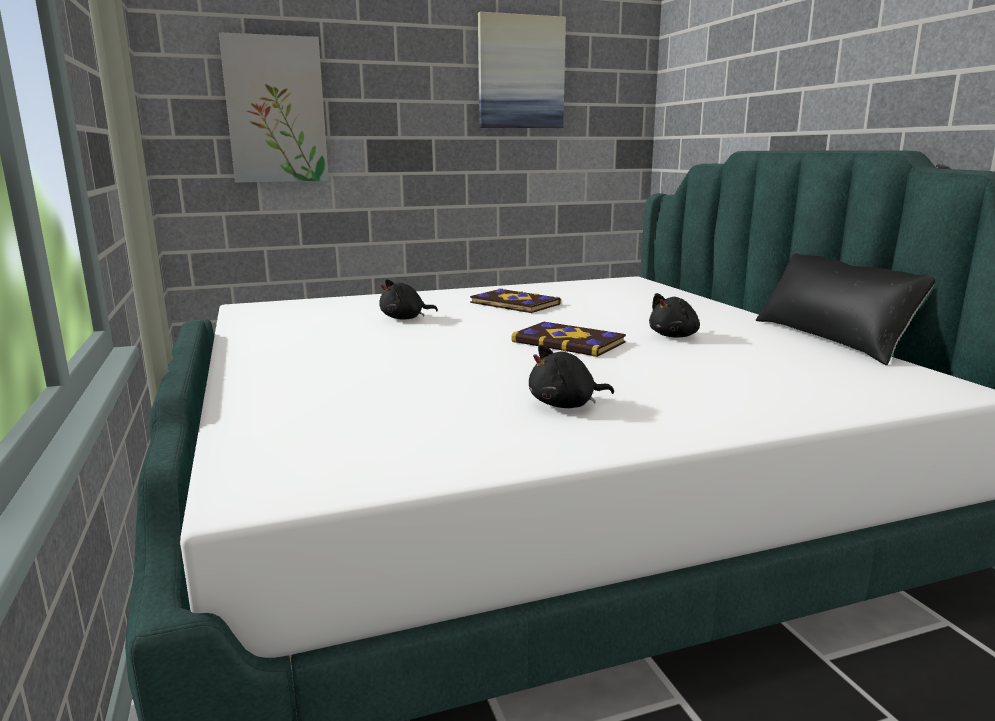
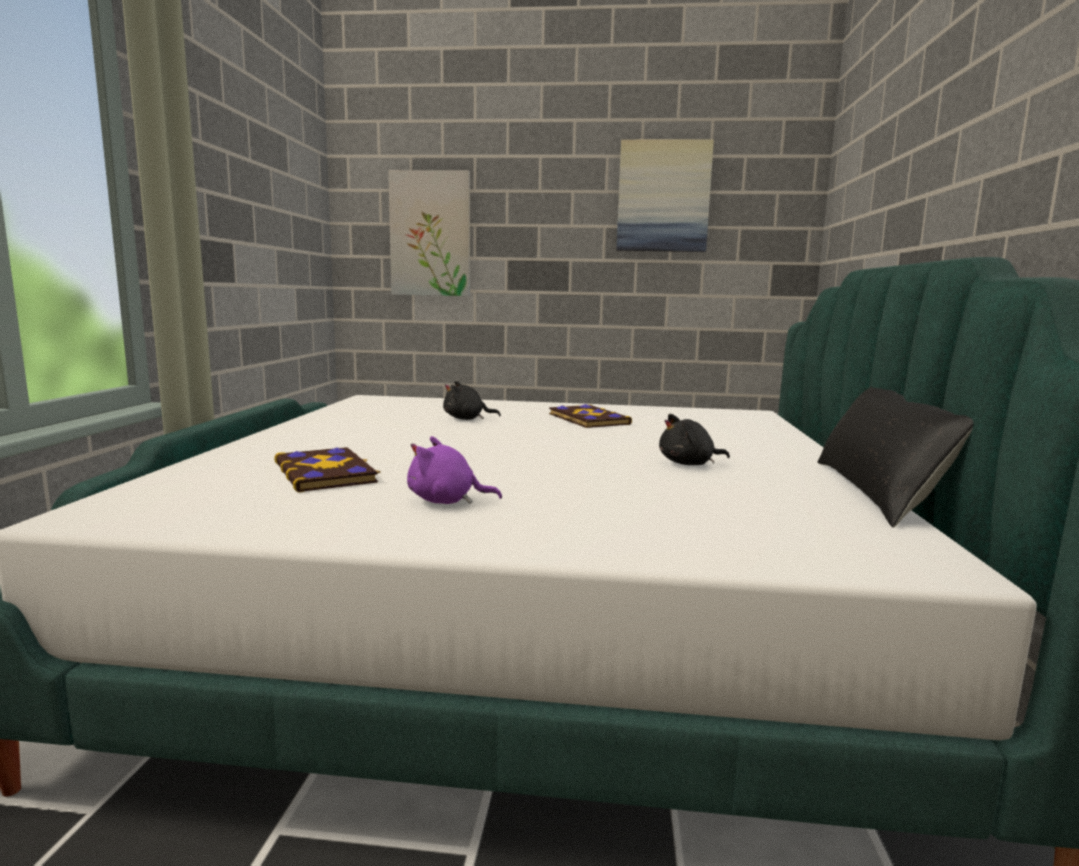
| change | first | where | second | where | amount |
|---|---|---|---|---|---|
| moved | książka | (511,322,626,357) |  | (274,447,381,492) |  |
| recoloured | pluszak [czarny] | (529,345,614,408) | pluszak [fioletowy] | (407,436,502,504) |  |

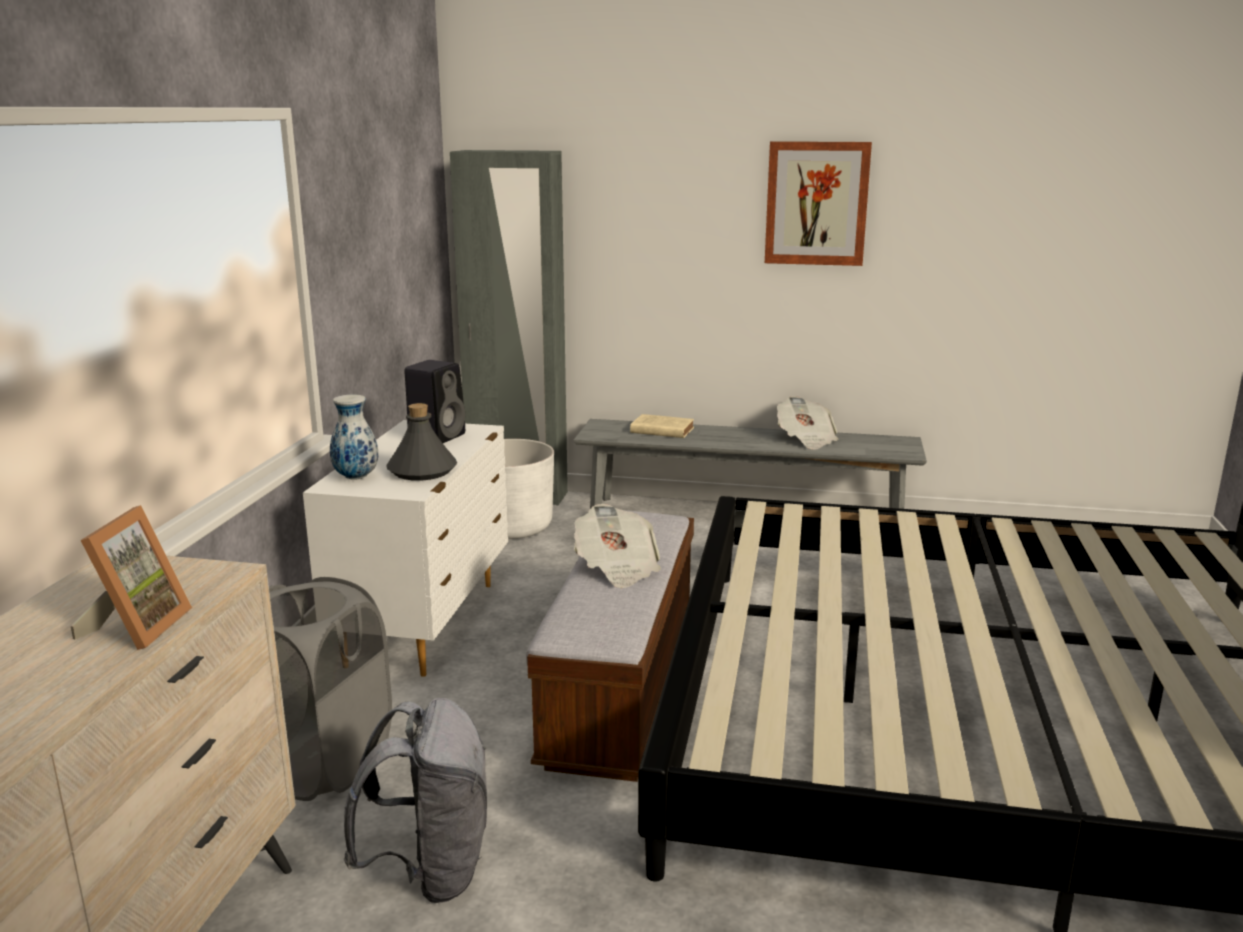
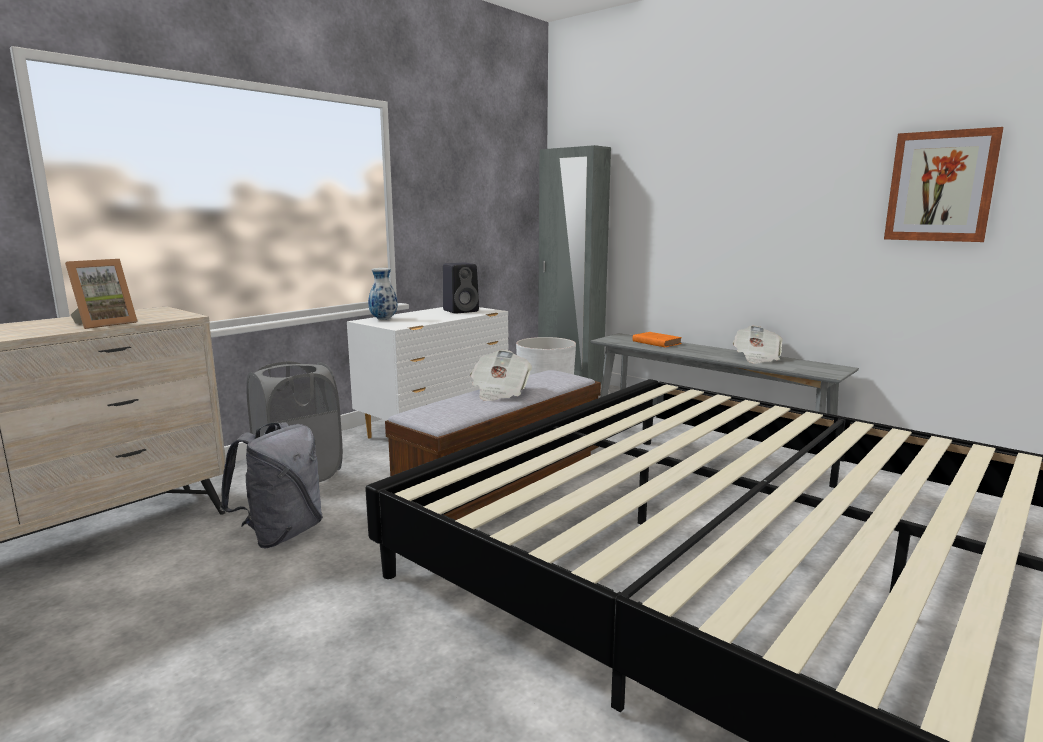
| change | first | where | second | where | amount |
|---|---|---|---|---|---|
| moved | obraz | (765,141,872,266) |  | (884,127,1004,242) |  |
| removed | butelka [szary] | (386,403,457,481) |  |  |  |
| recoloured | książka [beżowy] | (630,414,694,438) | książka [pomarańczowy] | (632,332,682,347) |  |

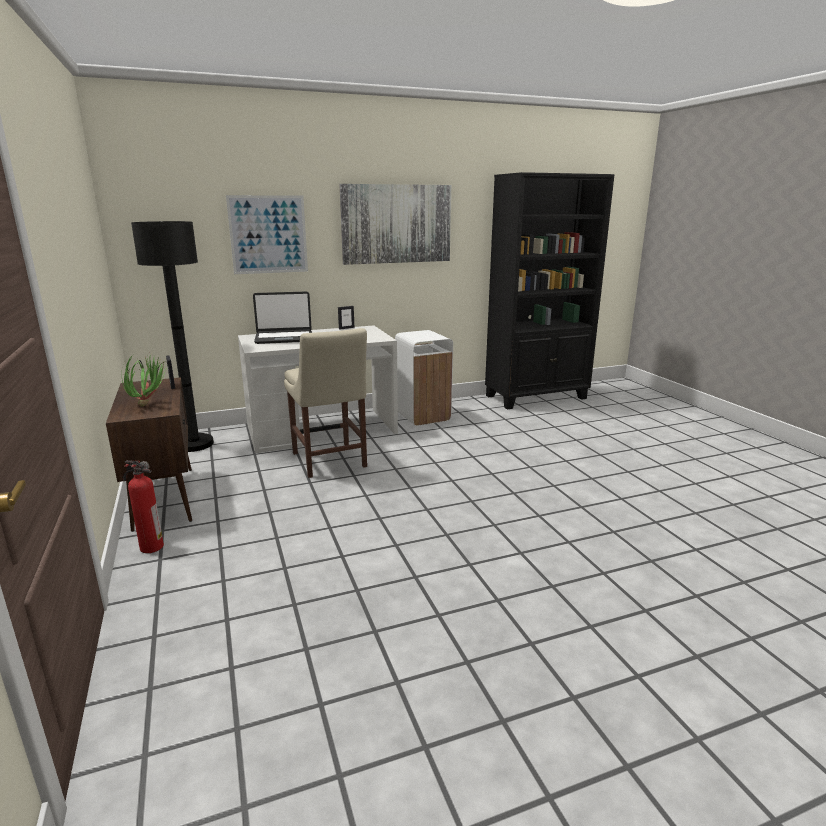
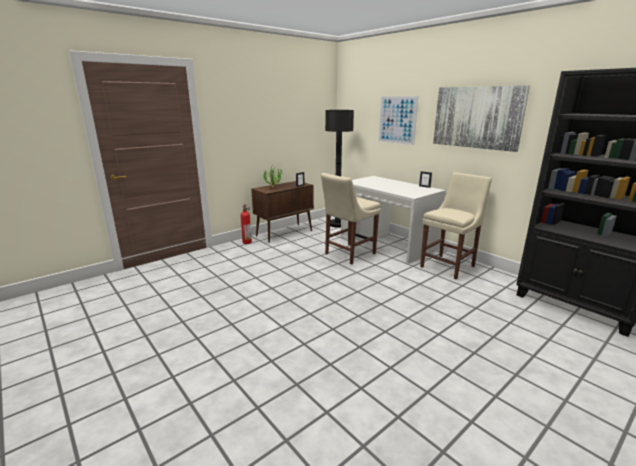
| change | first | where | second | where | amount |
|---|---|---|---|---|---|
| removed | laptop | (253,291,312,344) |  |  |  |
| replaced | kosz na śmieci [biały] | (395,330,453,426) | krzesło [beżowy] | (420,172,492,280) |  |

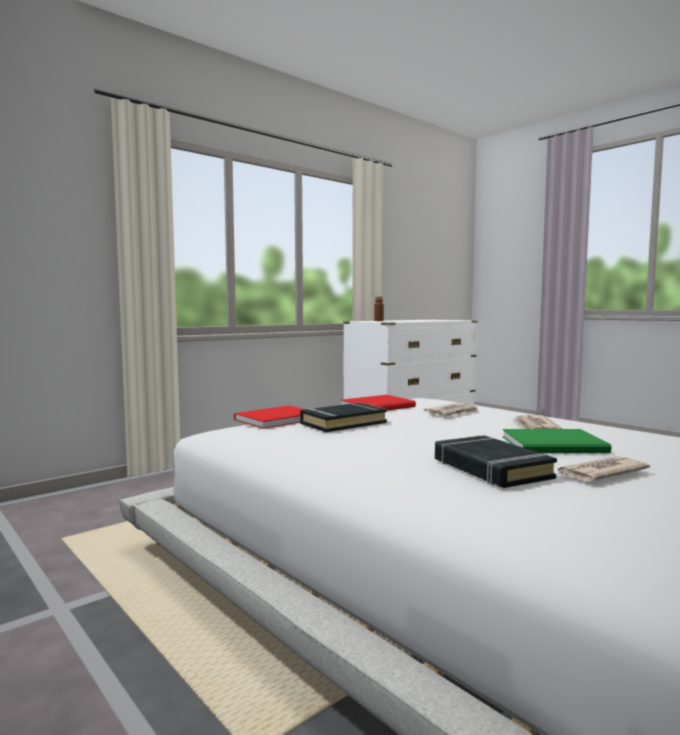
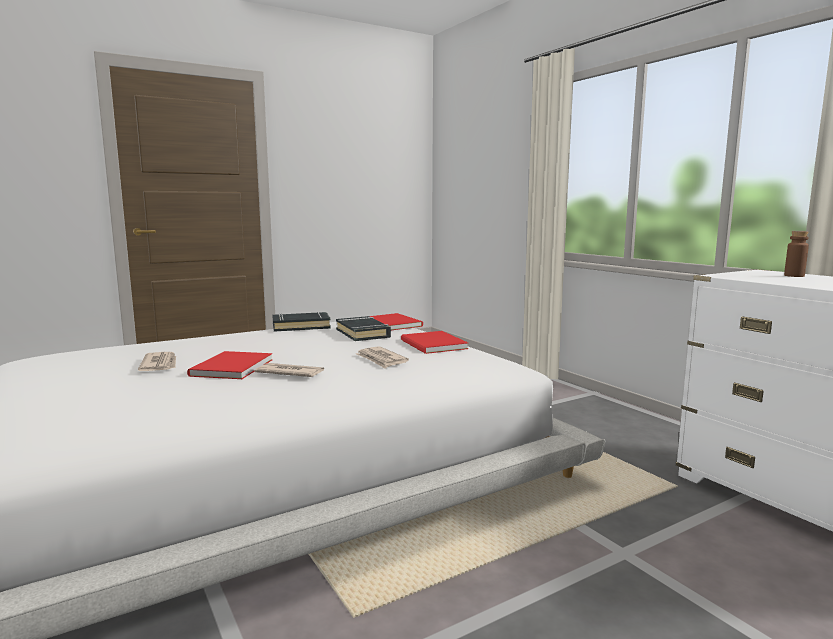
| change | first | where | second | where | amount |
|---|---|---|---|---|---|
| recoloured | książka [zielony] | (503,429,611,453) | książka [czerwony] | (187,351,272,379) |  |
| moved | książka [czarny] | (435,435,557,488) |  | (272,312,331,332) |  |

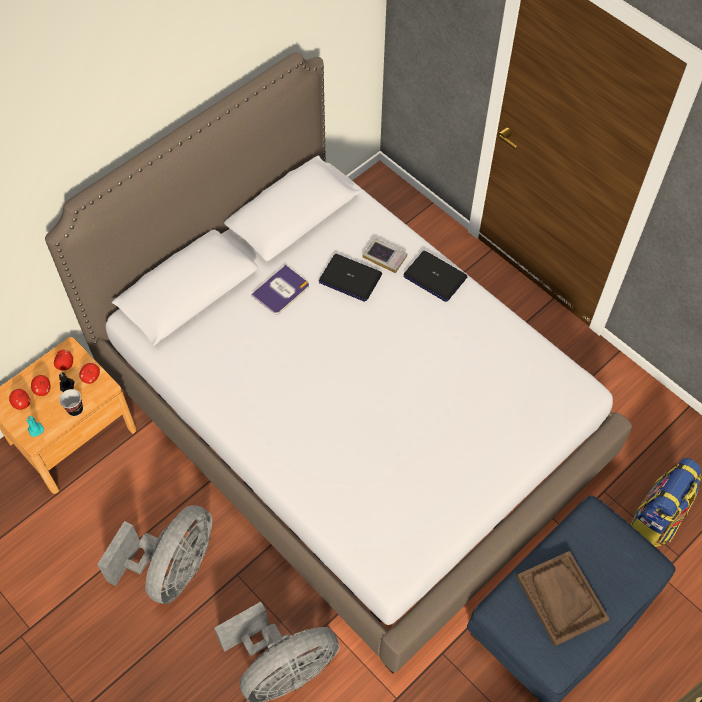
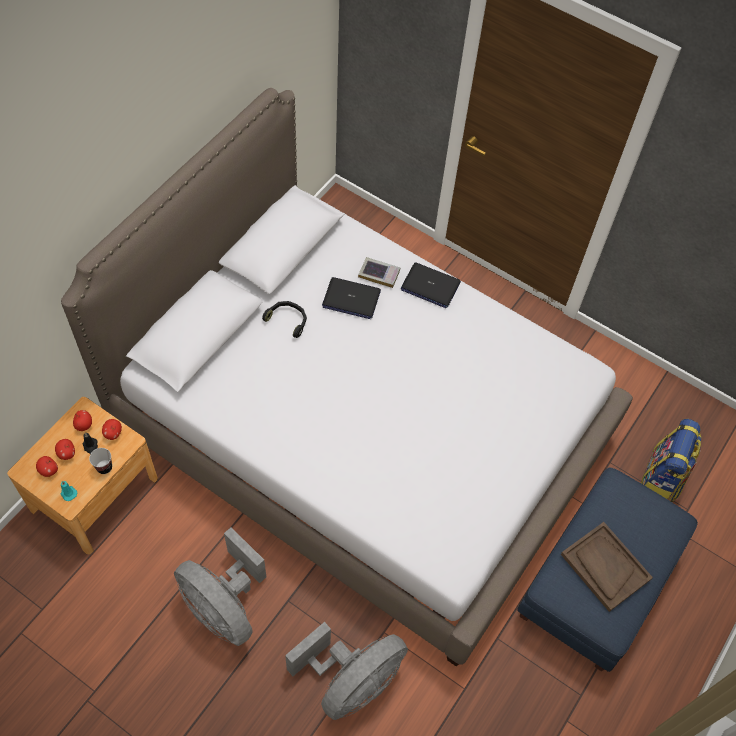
| change | first | where | second | where | amount |
|---|---|---|---|---|---|
| replaced | książka | (251,265,309,314) | słuchawki [czarny] | (262,301,307,338) |  |
| turned | wentylator [szary] | (97,505,212,604) |  | (174,527,266,646) | 120 degrees clockwise |

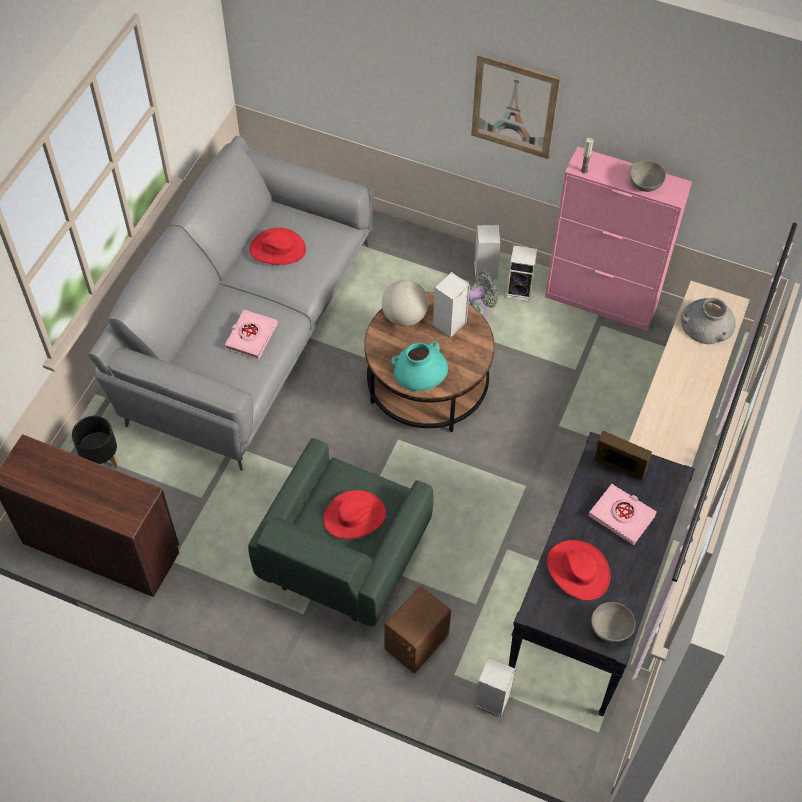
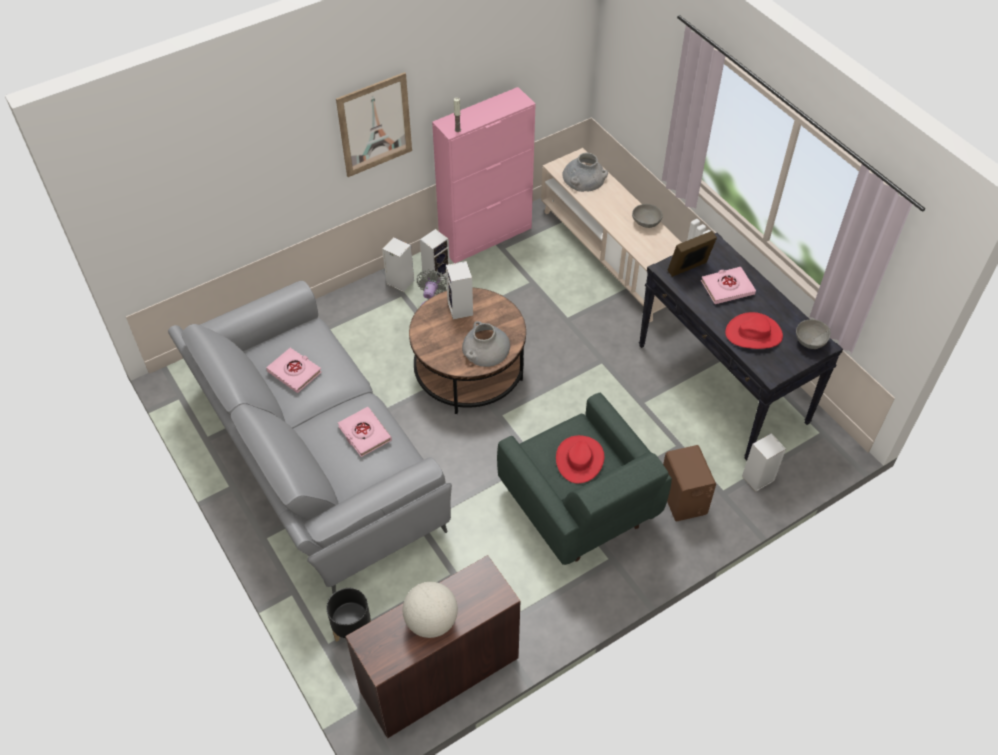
| change | first | where | second | where | amount |
|---|---|---|---|---|---|
| moved | miska [szary] | (630,160,666,192) |  | (632,204,663,228) |  |
| replaced | kapelusz [czerwony] | (249,228,306,265) | książka [różowy] | (266,348,322,393) |  |
| moved | globus | (382,280,428,326) |  | (403,582,458,638) |  |
| recoloured | wazon [turkusowy] | (391,341,448,391) | wazon [szary] | (462,321,510,367) |  |

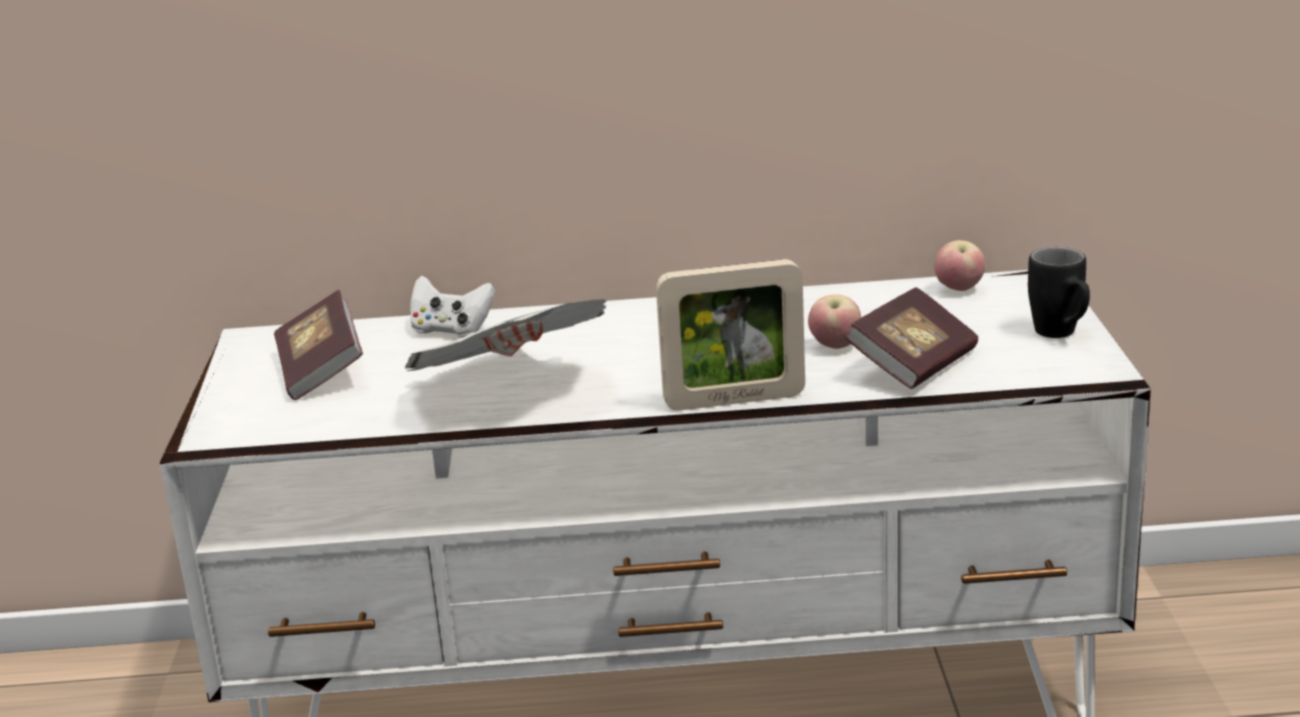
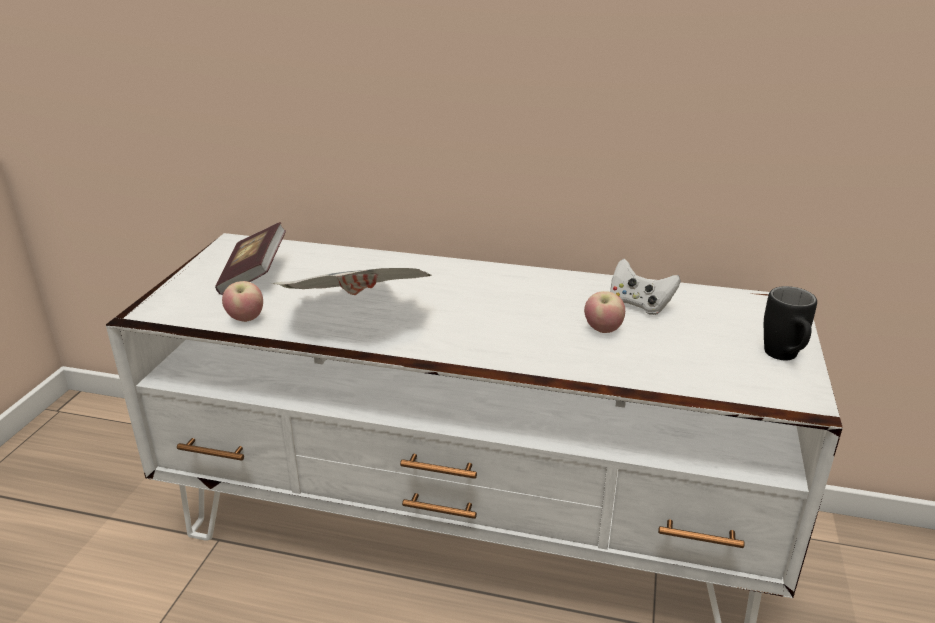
| change | first | where | second | where | amount |
|---|---|---|---|---|---|
| moved | jabłko | (934,240,985,291) |  | (222,281,263,322) |  |
| removed | ramka na zdjęcie | (656,259,805,411) |  |  |  |
| moved | pad do gier [biały] | (410,276,496,338) |  | (610,259,681,315) |  |
| removed | książka | (845,287,978,389) |  |  |  |

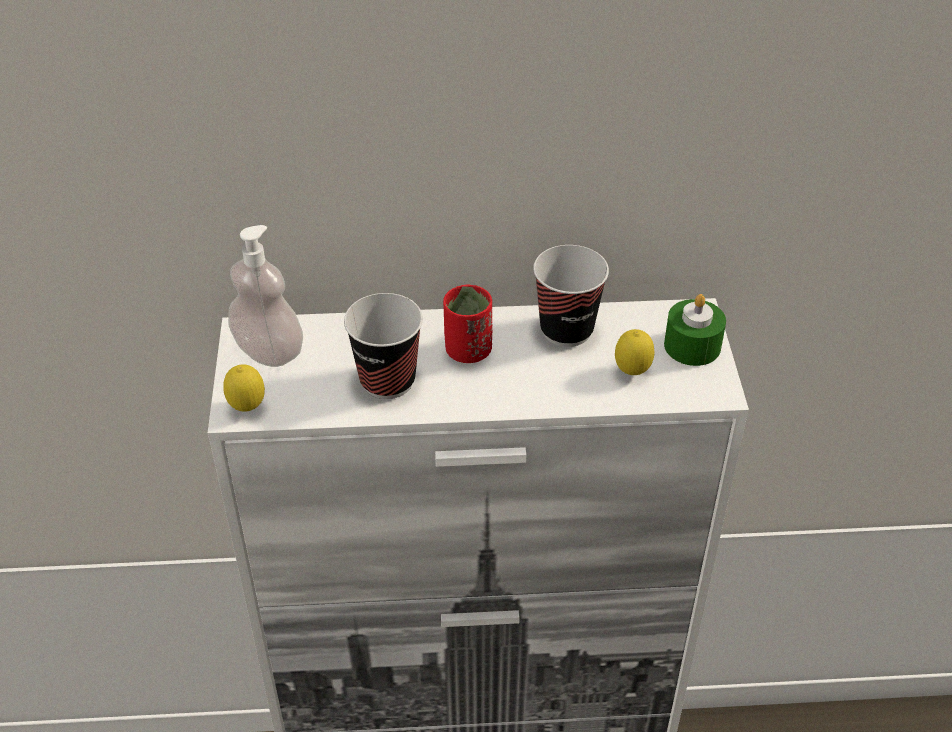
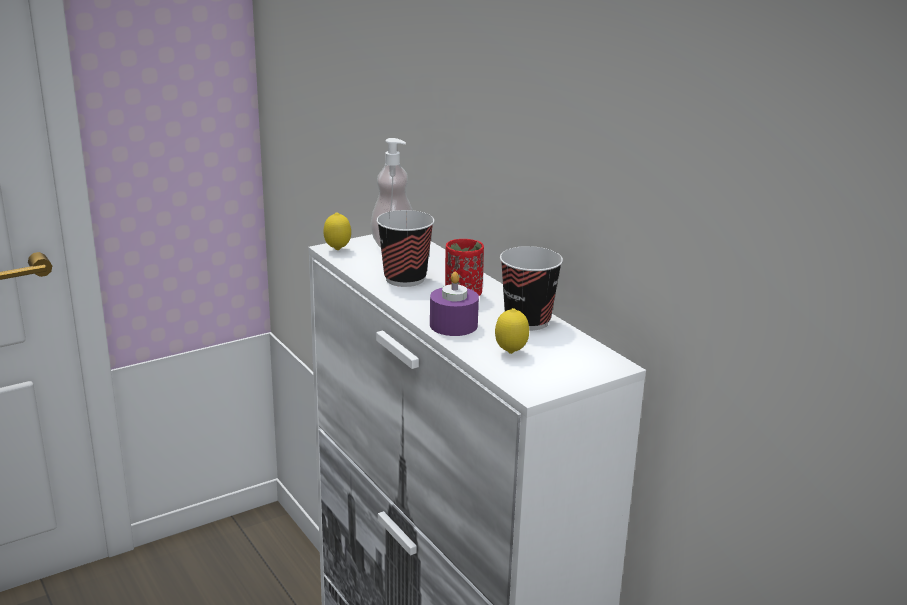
| change | first | where | second | where | amount |
|---|---|---|---|---|---|
| removed | świeca [zielony] | (664,294,726,366) |  |  |  |
| added |  |  | świeca [fioletowy] | (430,272,479,336) |  |

